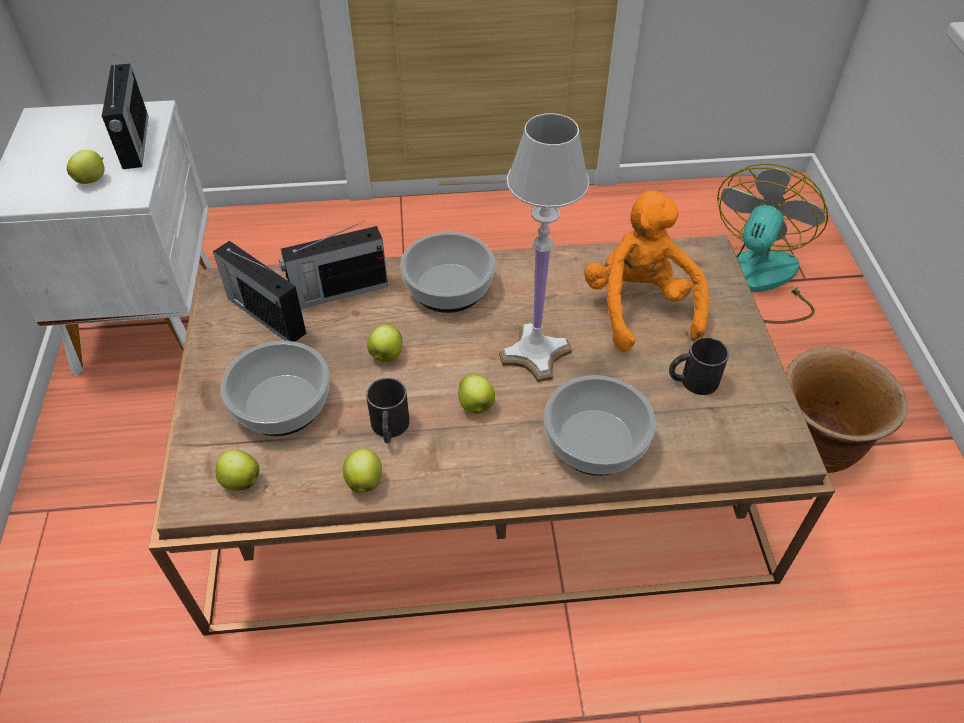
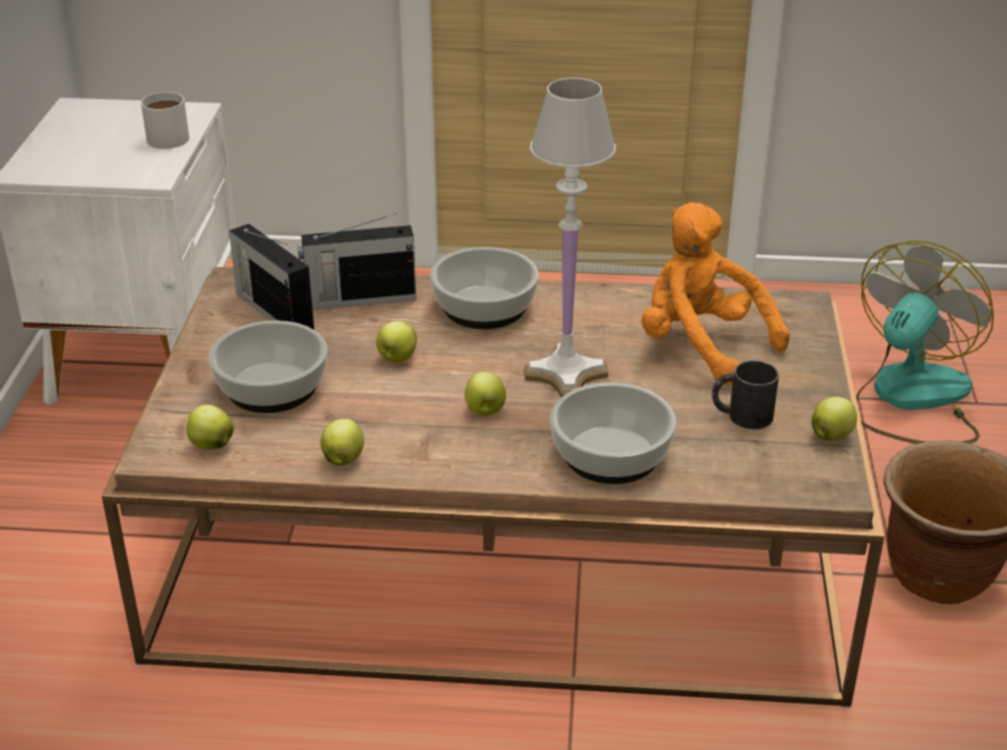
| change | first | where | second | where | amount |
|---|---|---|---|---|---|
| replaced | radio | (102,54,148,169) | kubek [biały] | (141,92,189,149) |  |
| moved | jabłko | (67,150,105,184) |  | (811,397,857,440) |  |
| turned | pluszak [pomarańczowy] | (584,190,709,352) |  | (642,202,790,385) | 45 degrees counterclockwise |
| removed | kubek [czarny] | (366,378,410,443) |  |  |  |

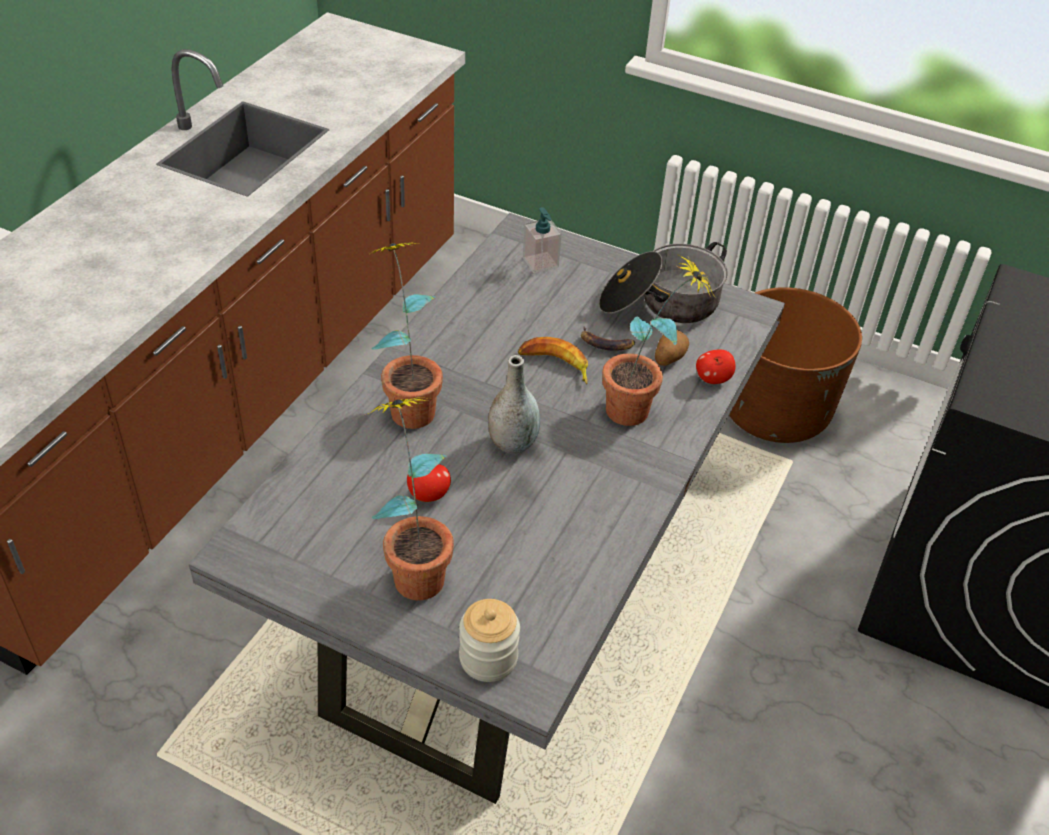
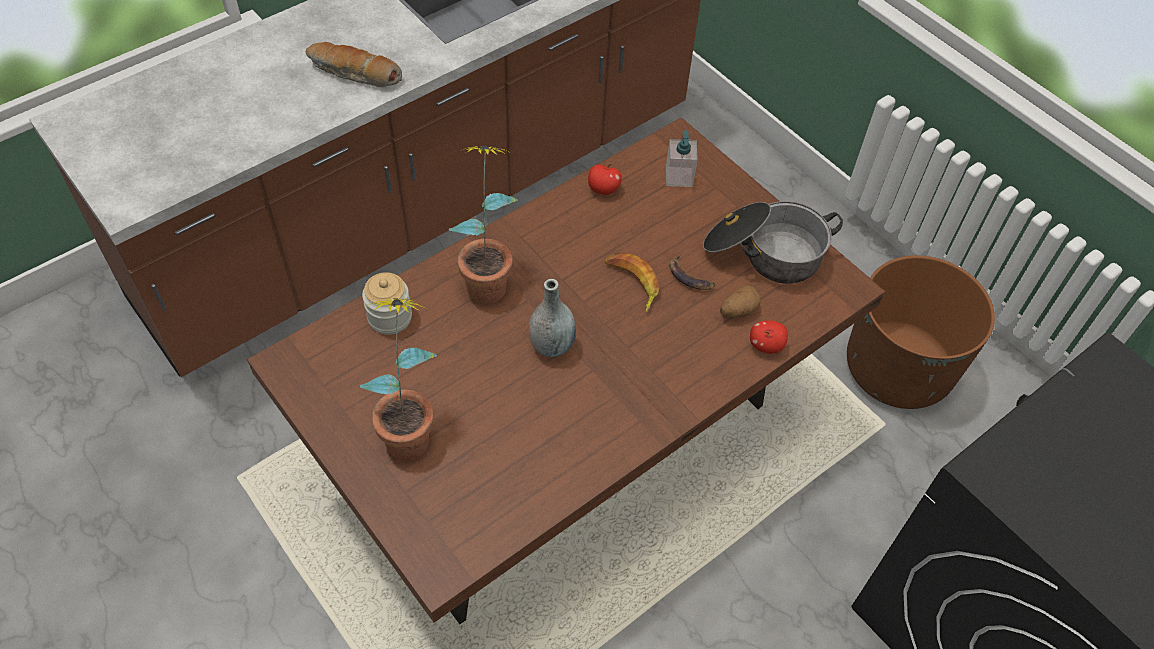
| change | first | where | second | where | amount |
|---|---|---|---|---|---|
| recoloured | stół jadalny [szary] | (188,213,785,804) | stół jadalny [brązowy] | (247,117,885,624) |  |
| removed | roślina doniczkowa | (602,256,713,426) |  |  |  |
| moved | jabłko | (407,464,451,502) |  | (588,163,622,195) |  |
| moved | słoik | (459,599,520,682) |  | (362,272,412,335) |  |
| added |  |  | chleb | (306,42,402,87) |  |

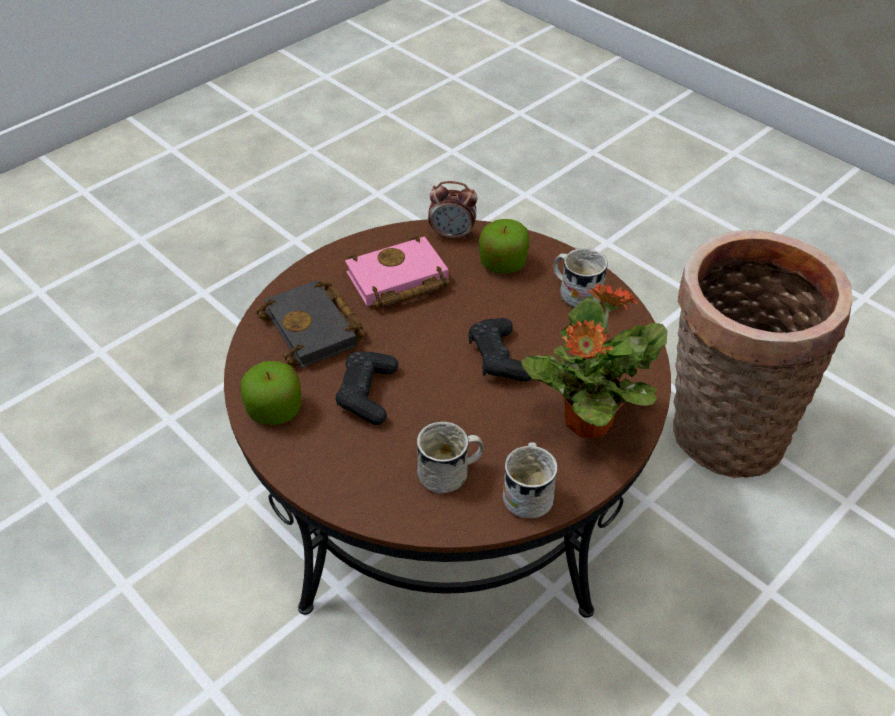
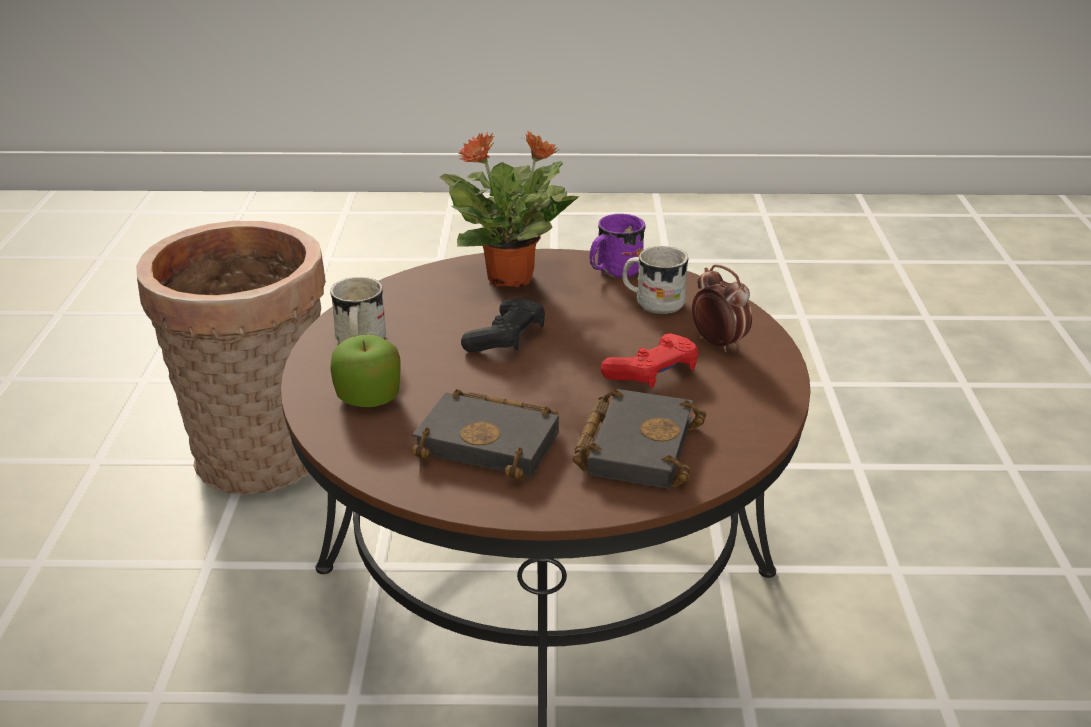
| change | first | where | second | where | amount |
|---|---|---|---|---|---|
| moved | budzik | (428,181,478,240) |  | (692,264,752,352) |  |
| recoloured | książka [różowy] | (345,236,450,309) | książka [czarny] | (412,389,559,480) |  |
| recoloured | pad do gier [czarny] | (335,352,398,425) | pad do gier [czerwony] | (601,333,699,388) |  |
| removed | jabłko | (241,361,301,425) |  |  |  |
| recoloured | kubek [biały] | (503,442,558,518) | kubek [fioletowy] | (589,214,645,278) |  |

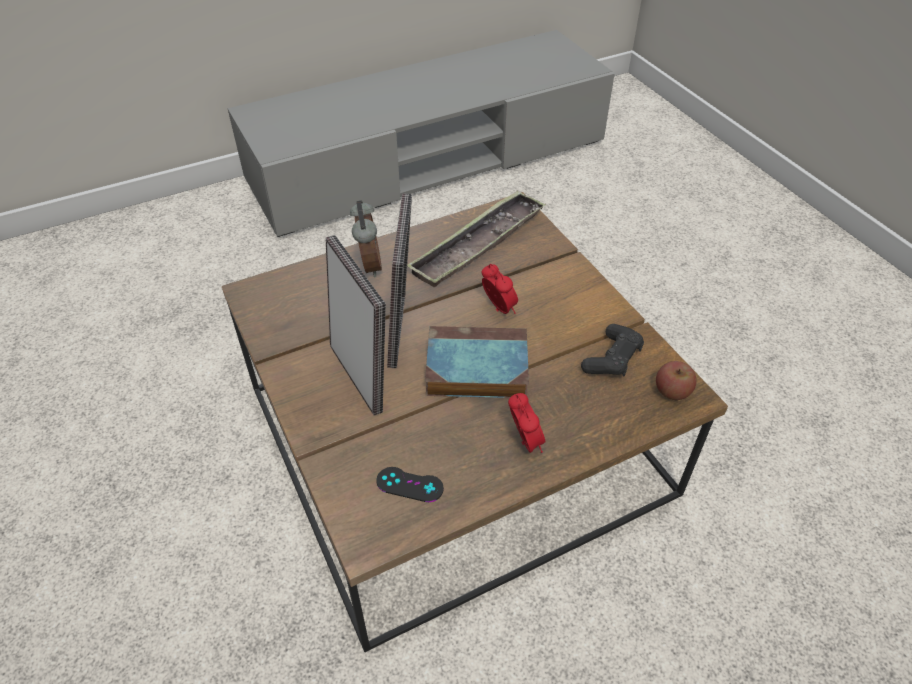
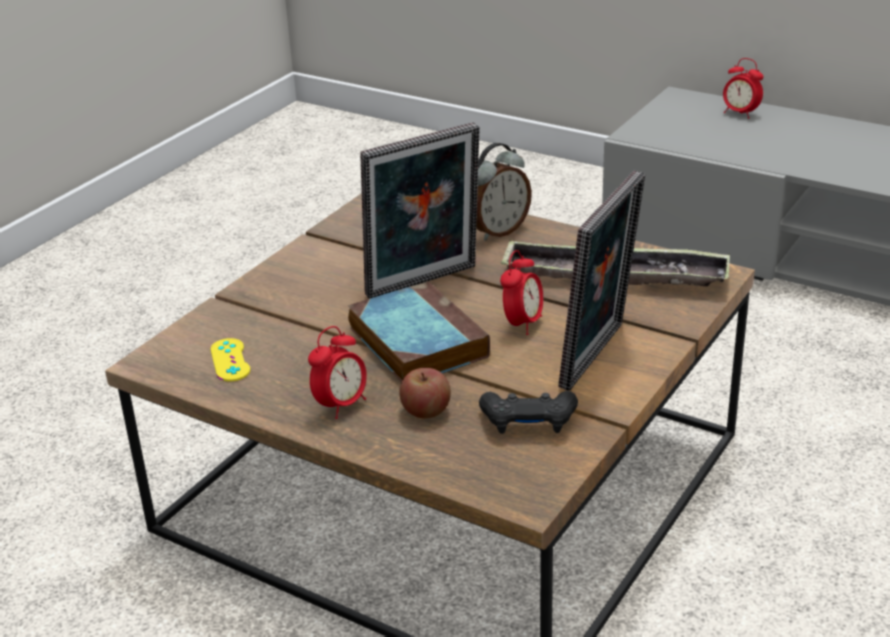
| change | first | where | second | where | amount |
|---|---|---|---|---|---|
| moved | ramka na zdjęcie | (326,235,386,416) |  | (559,171,645,391) |  |
| moved | jabłko | (656,361,697,400) |  | (399,368,451,418) |  |
| recoloured | pad do gier [czarny] | (376,467,444,502) | pad do gier [żółty] | (210,338,250,382) |  |
| added |  |  | budzik | (723,58,763,119) |  |

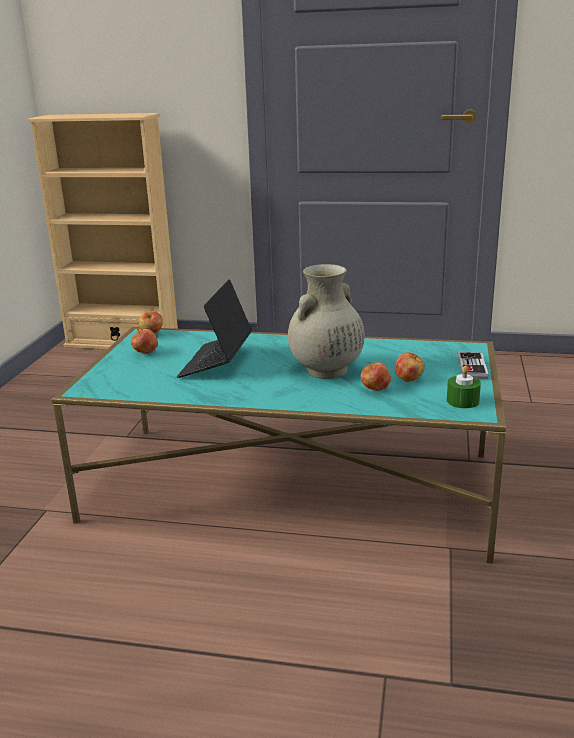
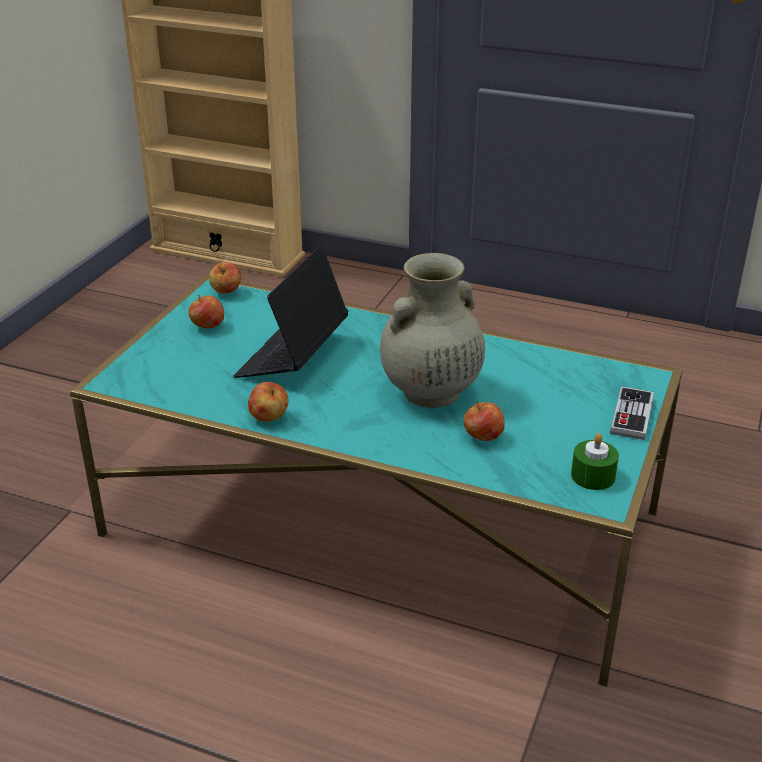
| change | first | where | second | where | amount |
|---|---|---|---|---|---|
| moved | jabłko | (395,352,425,382) |  | (248,382,289,422) |  |

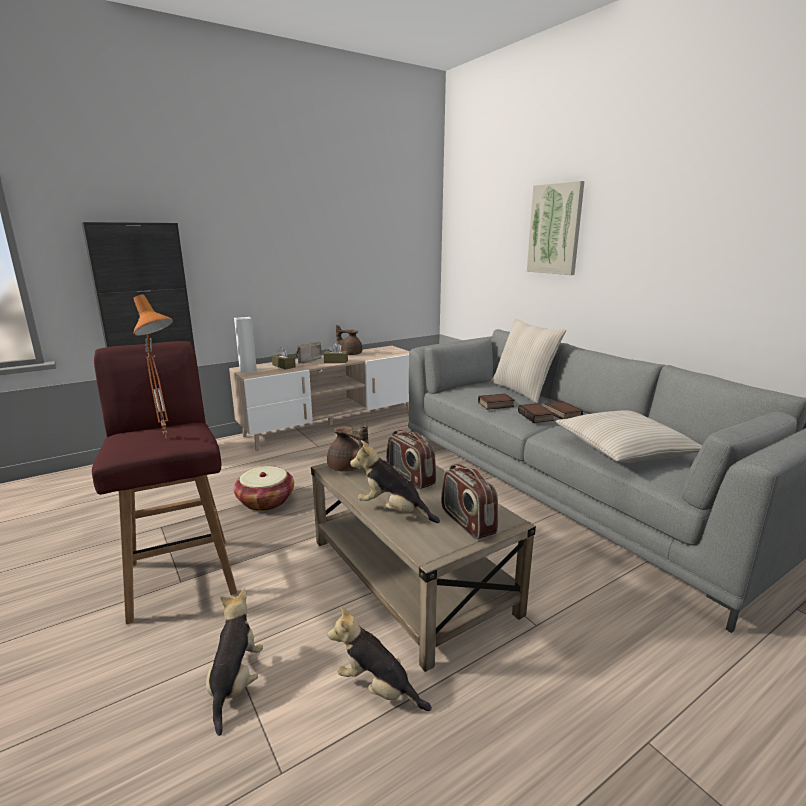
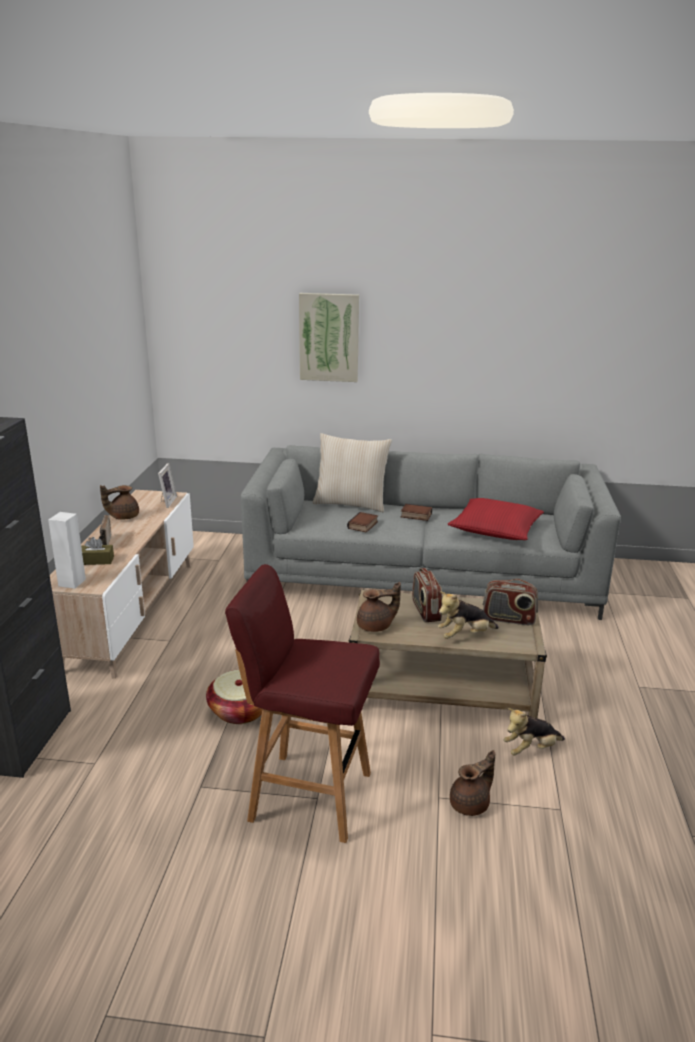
| change | first | where | second | where | amount |
|---|---|---|---|---|---|
| removed | lampa stołowa [pomarańczowy] | (133,295,173,438) |  |  |  |
| removed | pudełko chusteczek [brązowy] | (323,343,348,363) |  |  |  |
| removed | książka | (518,403,555,423) |  |  |  |
| recoloured | poduszka [beżowy] | (556,410,702,463) | poduszka [czerwony] | (448,498,544,540) |  |
| turned | radio | (386,430,436,490) |  | (412,568,443,622) | 75 degrees clockwise |
| replaced | pluszak | (206,589,263,736) | imbryk [brązowy] | (450,750,495,816) |  |
| added |  |  | ramka na zdjęcie | (158,463,177,508) |  |

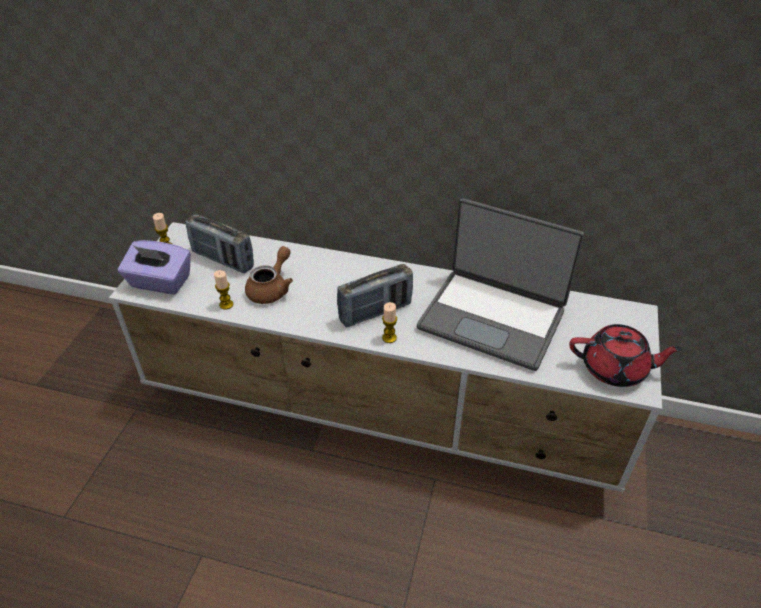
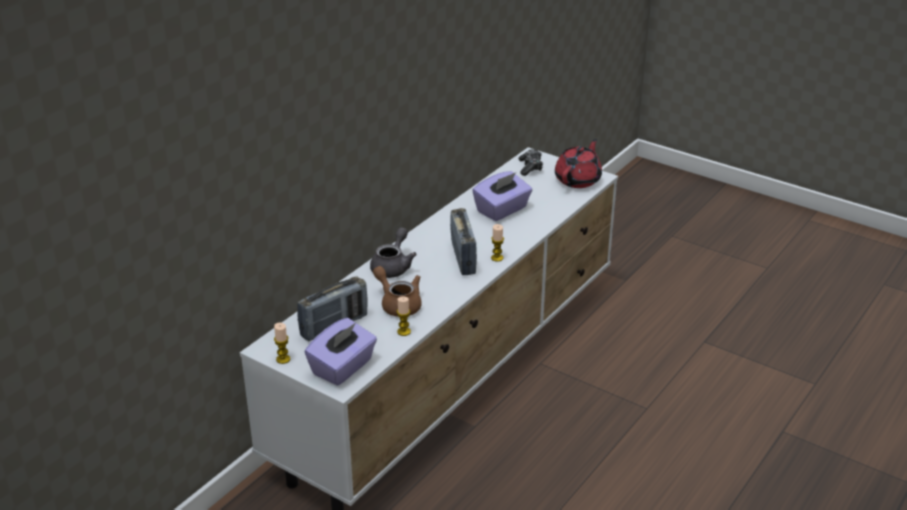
| change | first | where | second | where | amount |
|---|---|---|---|---|---|
| replaced | laptop | (417,198,585,371) | pudełko chusteczek [fioletowy] | (472,171,532,221) |  |
| added |  |  | pad do gier | (519,149,543,176) |  |
| added |  |  | imbryk [szary] | (370,227,417,278) |  |

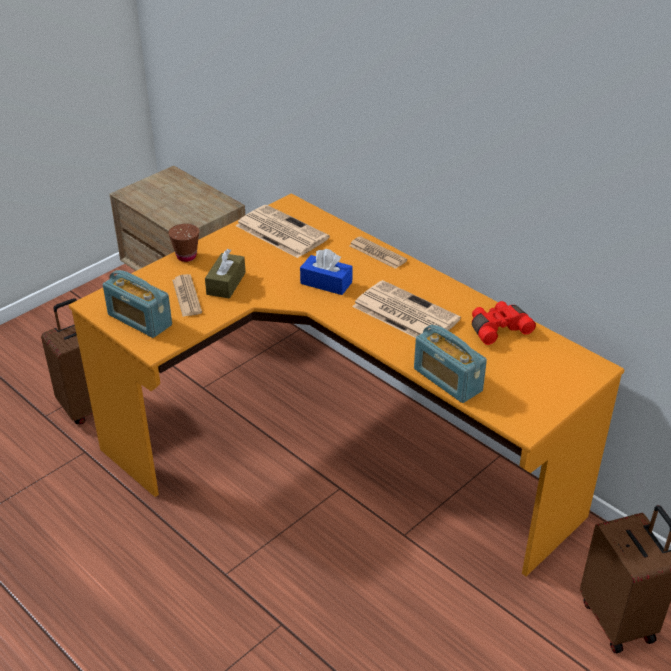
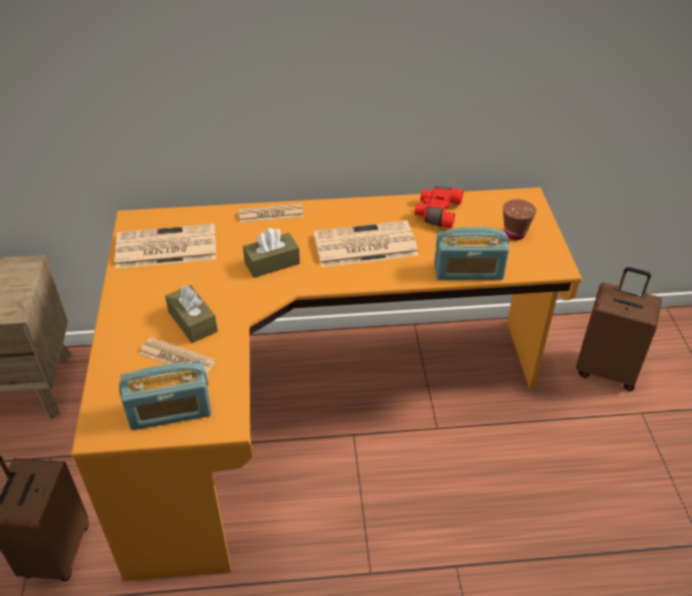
| change | first | where | second | where | amount |
|---|---|---|---|---|---|
| moved | filiżanka [brązowy] | (168,224,199,262) |  | (503,199,536,240) |  |
| recoloured | pudełko chusteczek [niebieski] | (300,249,353,295) | pudełko chusteczek [brązowy] | (243,228,300,278) |  |

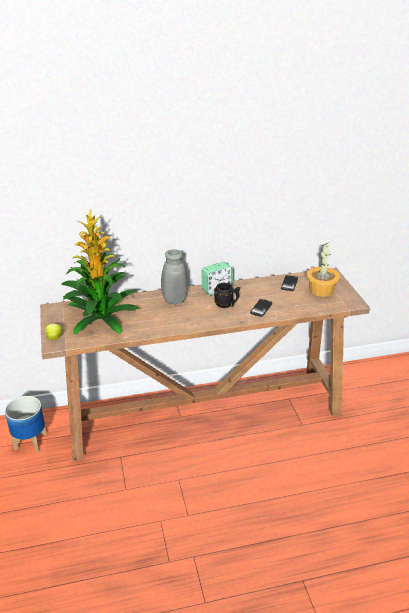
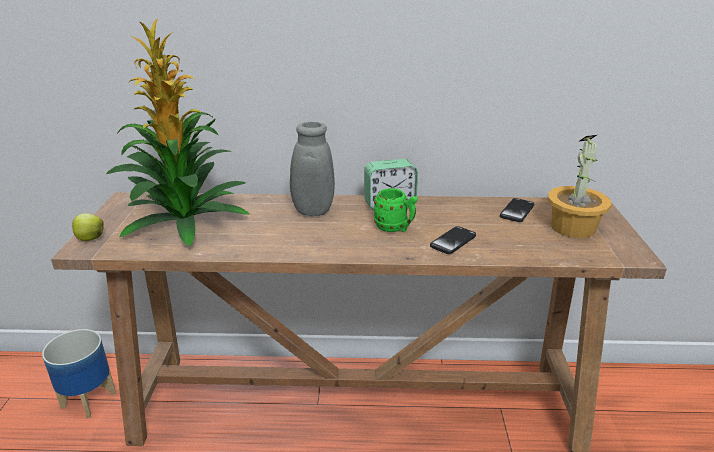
| change | first | where | second | where | amount |
|---|---|---|---|---|---|
| recoloured | kubek [czarny] | (214,283,240,308) | kubek [zielony] | (374,188,418,232) |  |

